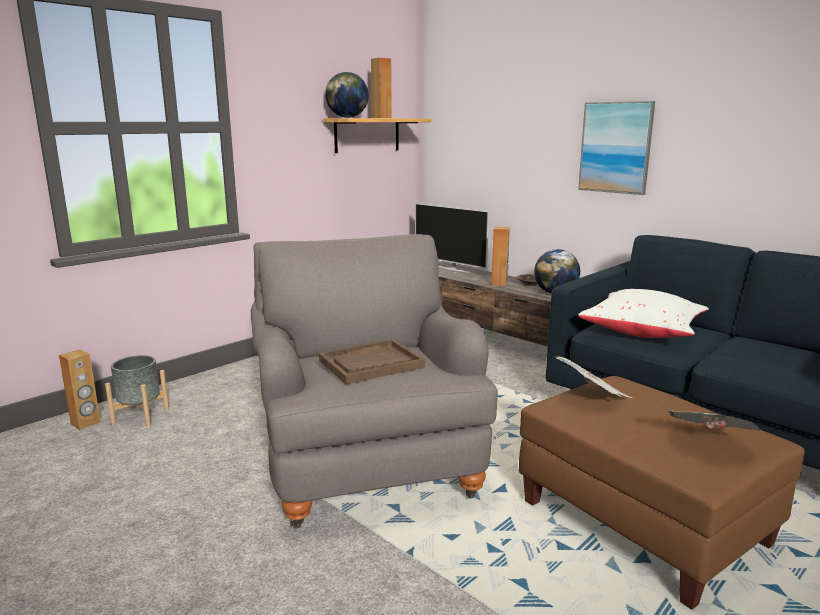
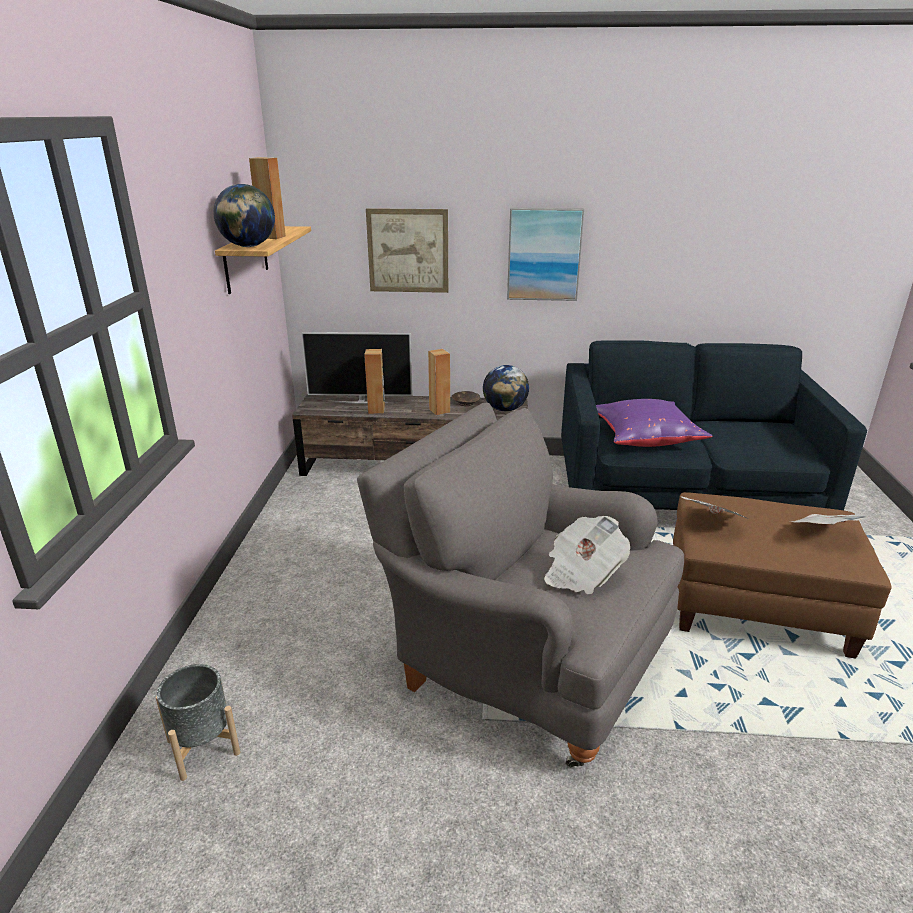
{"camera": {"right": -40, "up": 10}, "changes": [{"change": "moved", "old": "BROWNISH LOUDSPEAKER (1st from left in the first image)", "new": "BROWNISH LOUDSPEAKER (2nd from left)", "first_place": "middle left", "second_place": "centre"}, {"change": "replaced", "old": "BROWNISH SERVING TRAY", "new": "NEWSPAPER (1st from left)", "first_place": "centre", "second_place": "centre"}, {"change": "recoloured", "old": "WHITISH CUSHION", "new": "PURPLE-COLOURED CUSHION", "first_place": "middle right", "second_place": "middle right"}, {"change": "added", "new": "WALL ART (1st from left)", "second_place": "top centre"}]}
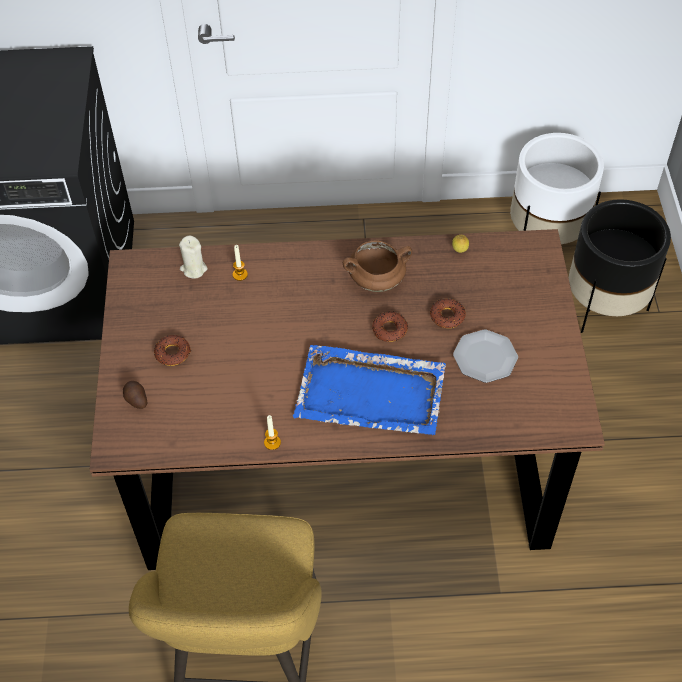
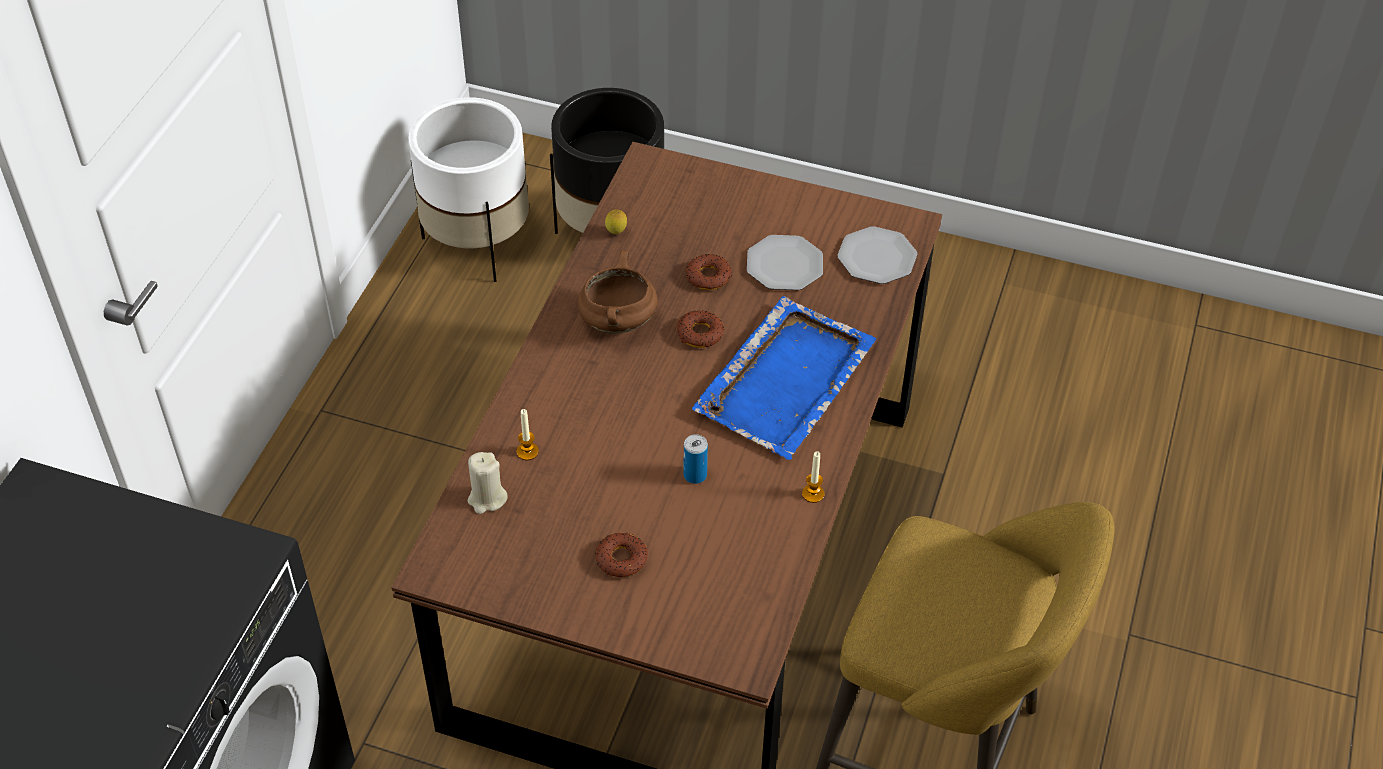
{"camera": {"right": -70, "up": -5}, "changes": [{"change": "removed", "old": "POTATO", "first_place": "middle left"}, {"change": "added", "new": "CAN", "second_place": "centre"}, {"change": "added", "new": "PLATE (2nd from left)", "second_place": "top centre"}]}
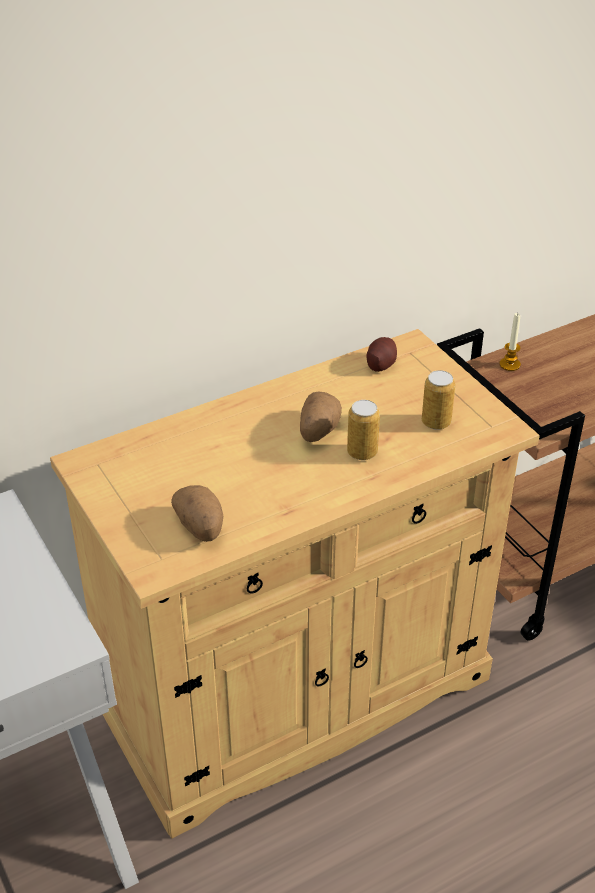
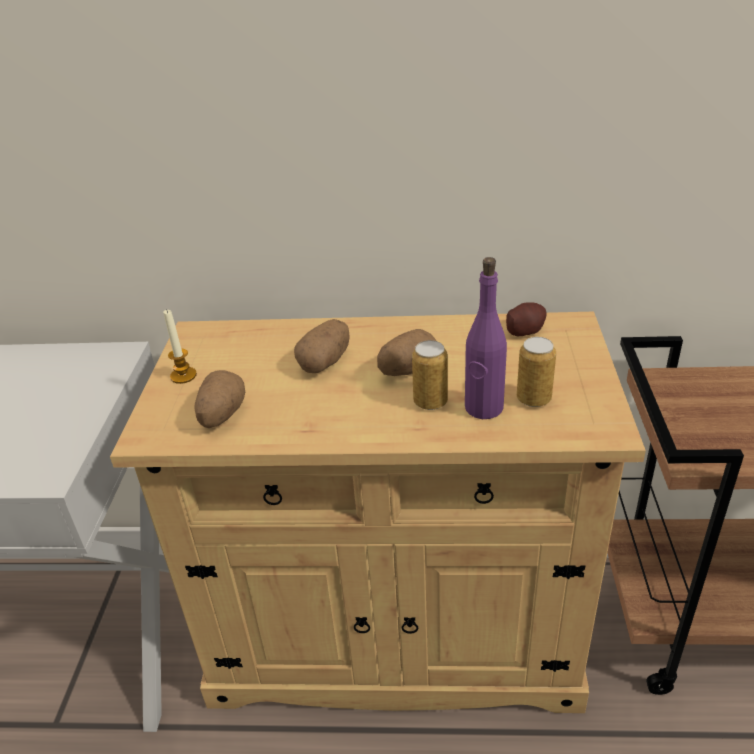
{"camera": {"right": 35, "up": -5}, "changes": [{"change": "moved", "old": "WAX LIGHT", "first_place": "middle right", "second_place": "middle left"}, {"change": "added", "new": "POTATO (2nd from left)", "second_place": "centre"}, {"change": "added", "new": "PURPLE-COLOURED BOTTLE", "second_place": "centre"}]}
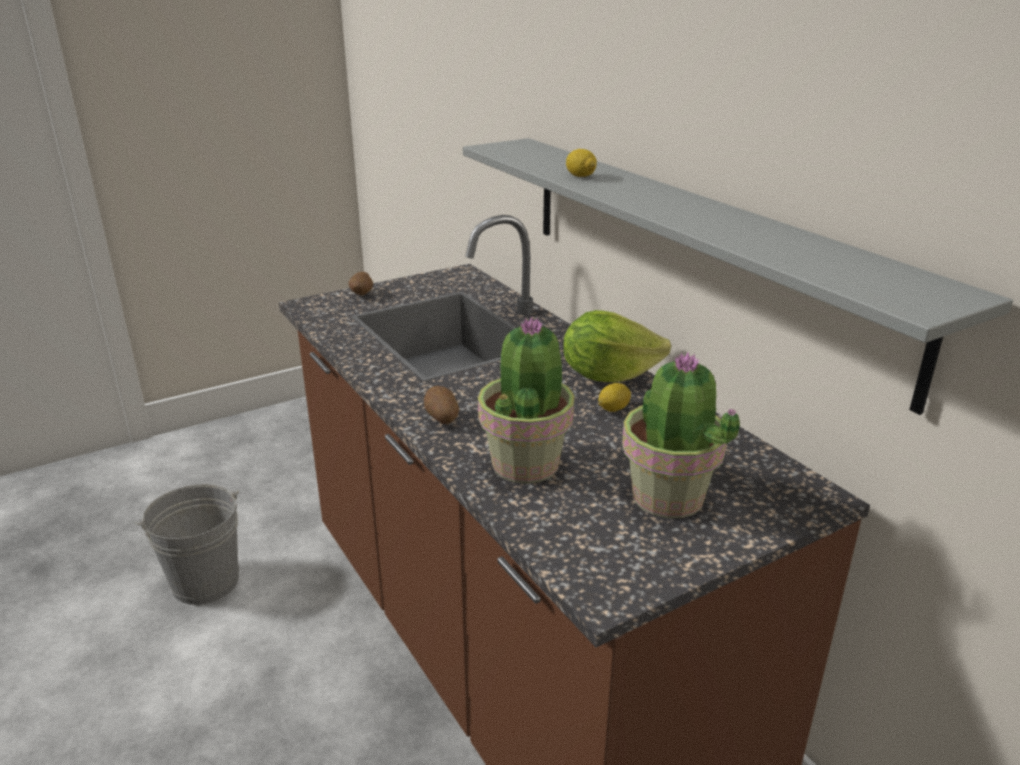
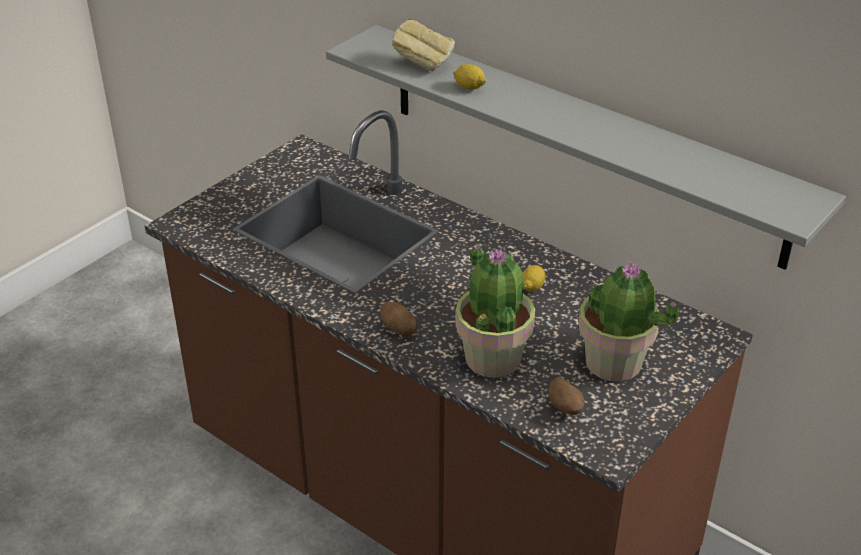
{"camera": {"right": -20, "up": 10}, "changes": [{"change": "removed", "old": "GREYISH PAIL", "first_place": "bottom left"}, {"change": "moved", "old": "POTATO (1st from left in the first image)", "new": "POTATO (2nd from left)", "first_place": "centre", "second_place": "bottom centre"}, {"change": "removed", "old": "LETTUCE HEAD", "first_place": "centre"}, {"change": "added", "new": "BAKERY BREAD", "second_place": "top centre"}]}
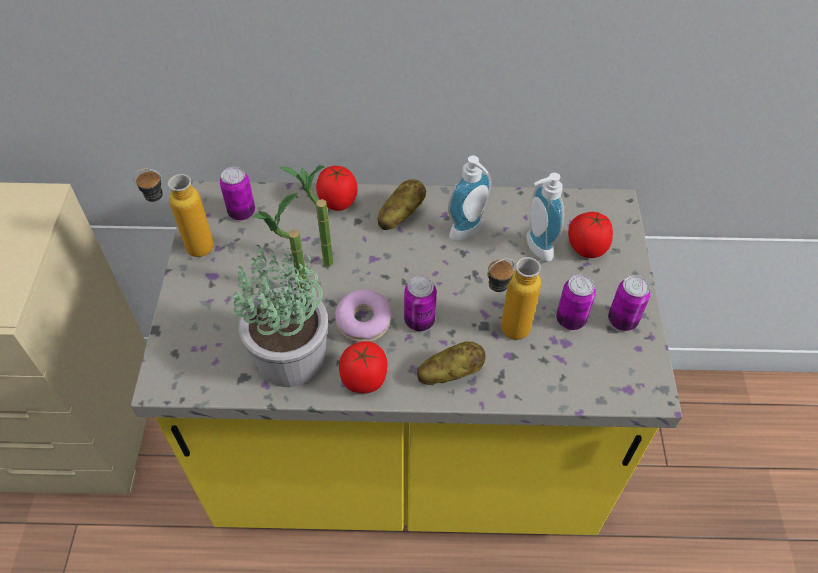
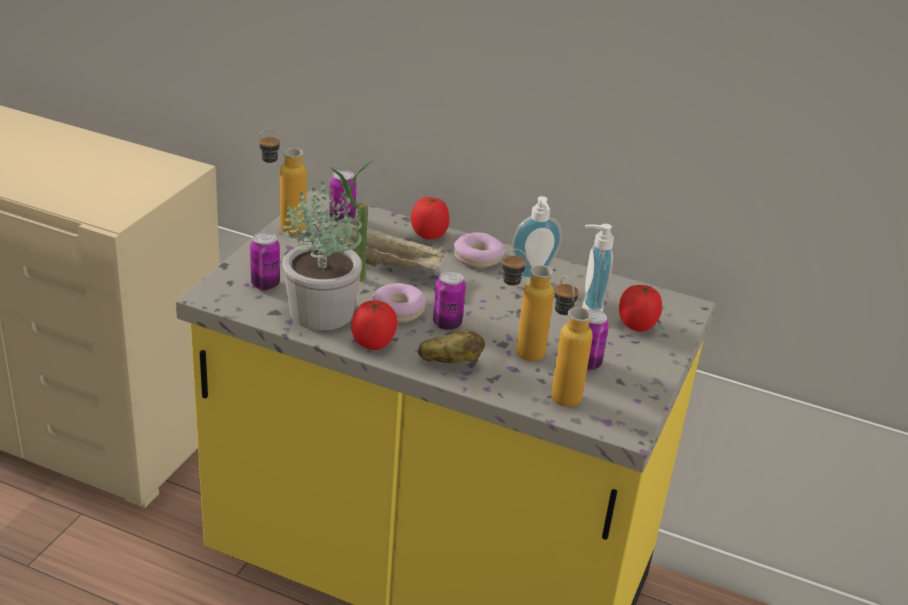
{"camera": {"right": 20, "up": -20}, "changes": [{"change": "replaced", "old": "PLANT IN A POT (3rd from left)", "new": "BEIGE-COLOURED SERVING TRAY", "first_place": "centre", "second_place": "centre"}, {"change": "replaced", "old": "POTATO (1st from left)", "new": "DONUT (2nd from left)", "first_place": "centre", "second_place": "centre"}, {"change": "moved", "old": "CAN (4th from left in the first image)", "new": "CAN (1st from left)", "first_place": "middle right", "second_place": "middle left"}, {"change": "added", "new": "BOTTLE (3rd from left)", "second_place": "centre"}]}
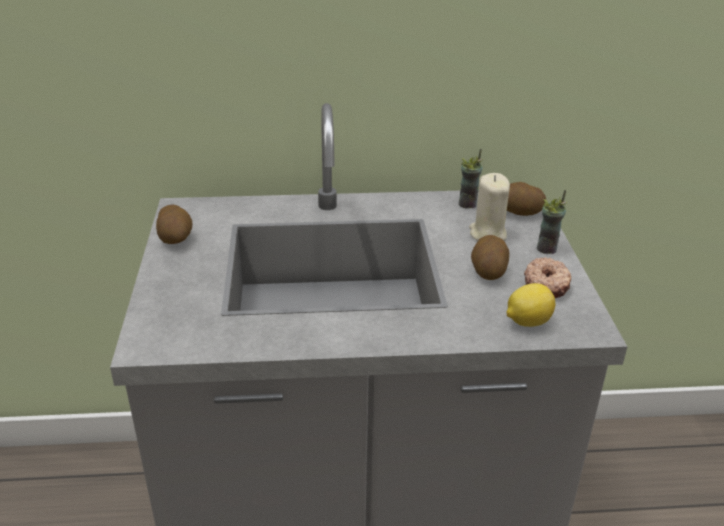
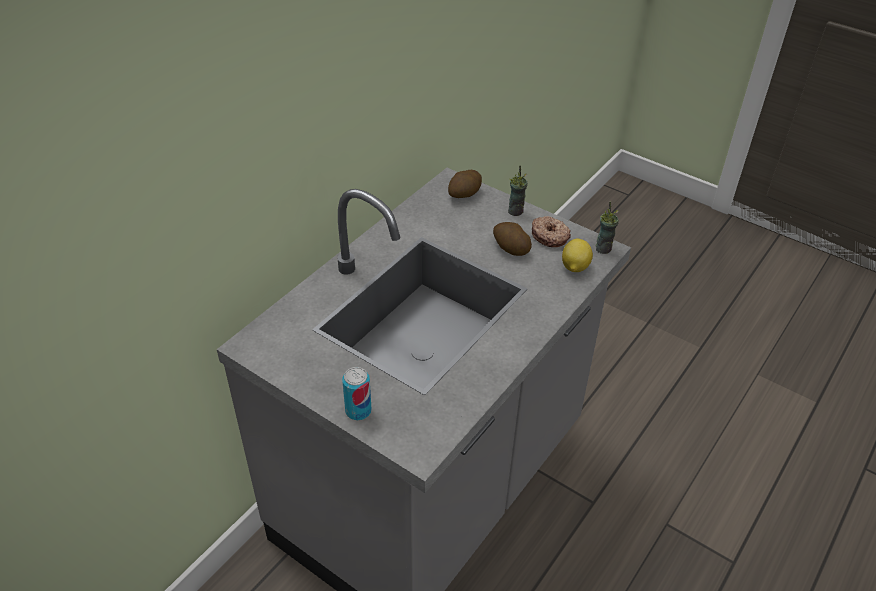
{"camera": {"right": -50, "up": 10}, "changes": [{"change": "removed", "old": "POTATO (1st from left)", "first_place": "middle left"}, {"change": "moved", "old": "CUP (1st from left in the first image)", "new": "CUP (2nd from left)", "first_place": "centre", "second_place": "middle right"}, {"change": "removed", "old": "BEIGE-COLOURED WAX LIGHT", "first_place": "middle right"}, {"change": "added", "new": "CAN", "second_place": "centre"}]}
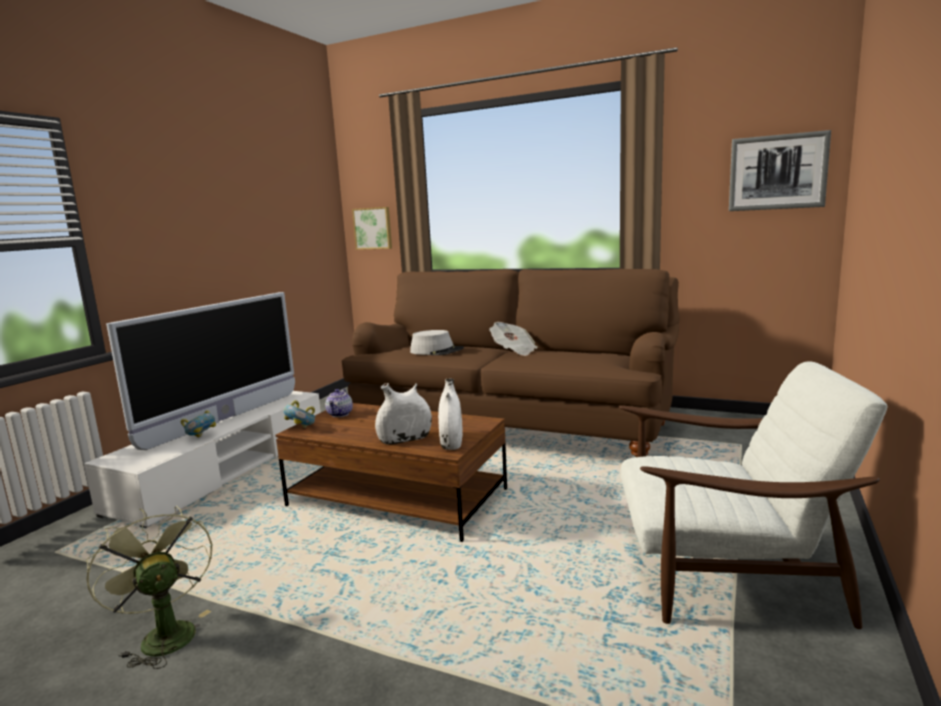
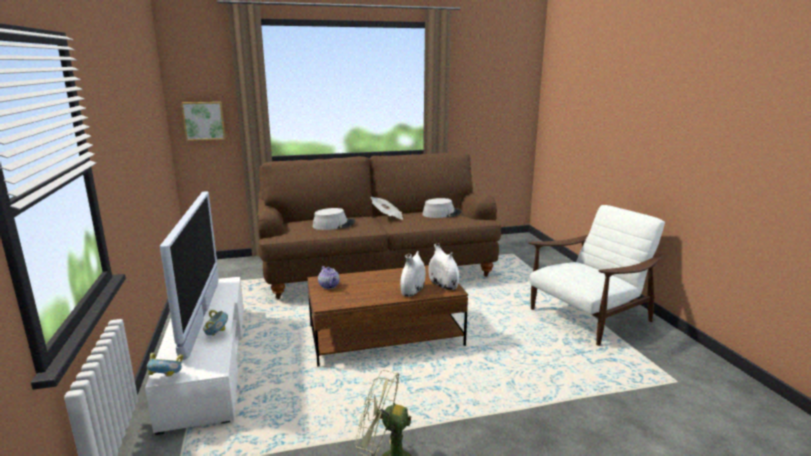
{"camera": {"right": -40, "up": 5}, "changes": [{"change": "moved", "old": "BOWL (2nd from left in the first image)", "new": "BOWL (1st from left)", "first_place": "middle left", "second_place": "bottom left"}, {"change": "removed", "old": "WALL ART (2nd from left)", "first_place": "top right"}, {"change": "added", "new": "GREYISH CLOTHING HAT (2nd from left)", "second_place": "centre"}]}
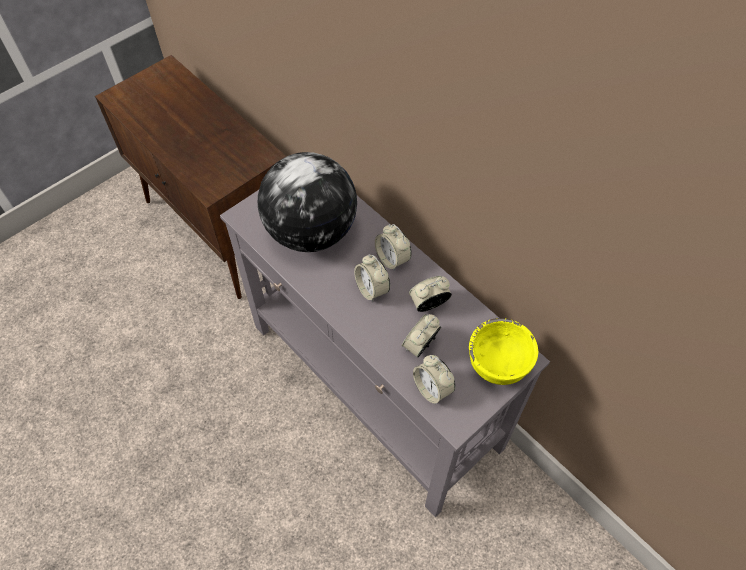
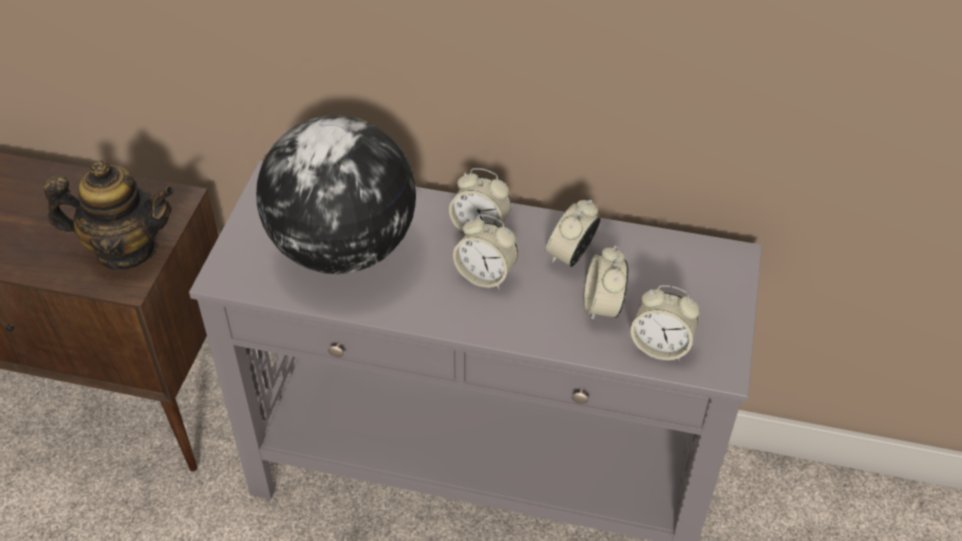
{"camera": {"right": -35, "up": -10}, "changes": [{"change": "removed", "old": "YELLOW BOWL", "first_place": "middle right"}, {"change": "added", "new": "TEA POT", "second_place": "middle left"}]}
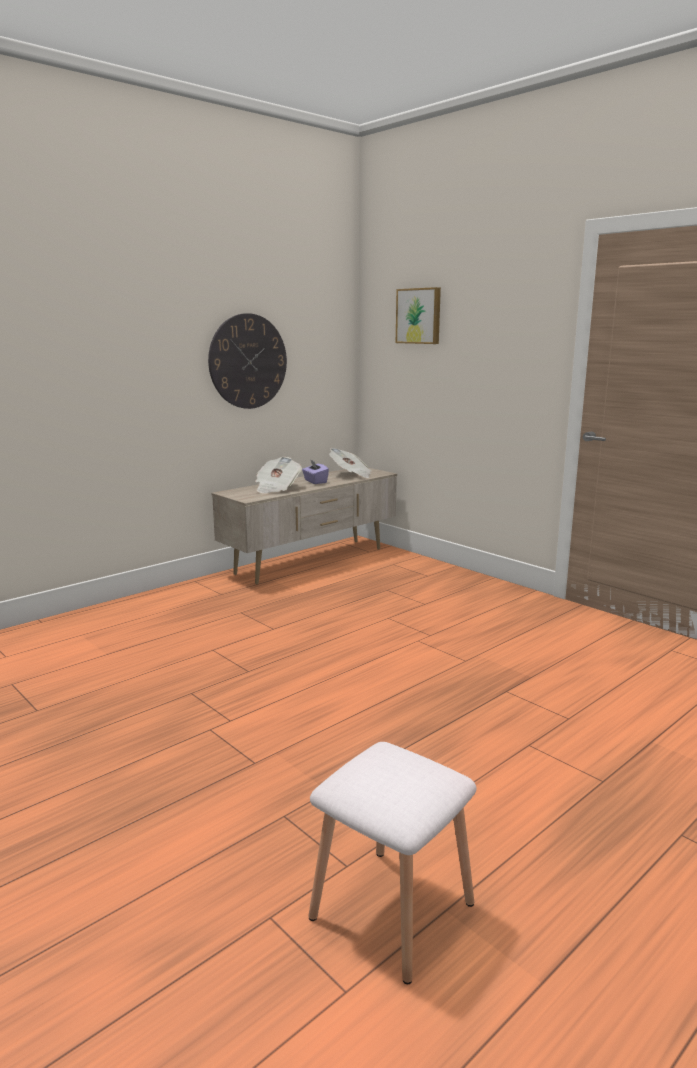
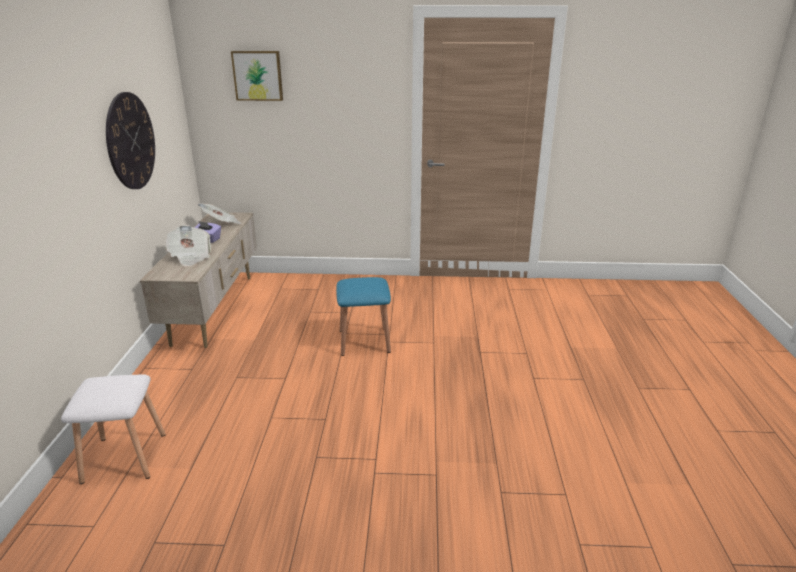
{"camera": {"right": -45, "up": 10}, "changes": [{"change": "moved", "old": "WHITISH STOOL", "first_place": "bottom centre", "second_place": "bottom left"}, {"change": "added", "new": "BLUE-COLOURED STOOL", "second_place": "centre"}]}
